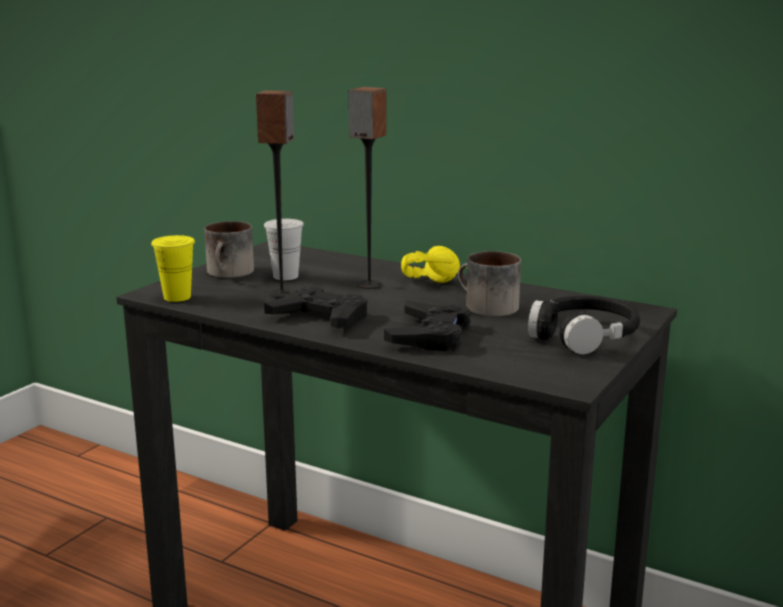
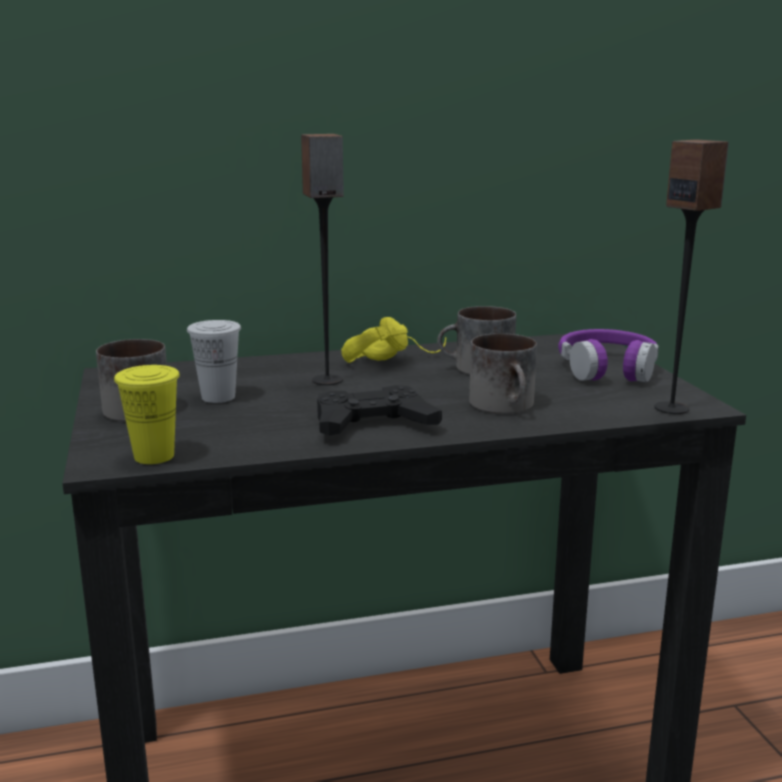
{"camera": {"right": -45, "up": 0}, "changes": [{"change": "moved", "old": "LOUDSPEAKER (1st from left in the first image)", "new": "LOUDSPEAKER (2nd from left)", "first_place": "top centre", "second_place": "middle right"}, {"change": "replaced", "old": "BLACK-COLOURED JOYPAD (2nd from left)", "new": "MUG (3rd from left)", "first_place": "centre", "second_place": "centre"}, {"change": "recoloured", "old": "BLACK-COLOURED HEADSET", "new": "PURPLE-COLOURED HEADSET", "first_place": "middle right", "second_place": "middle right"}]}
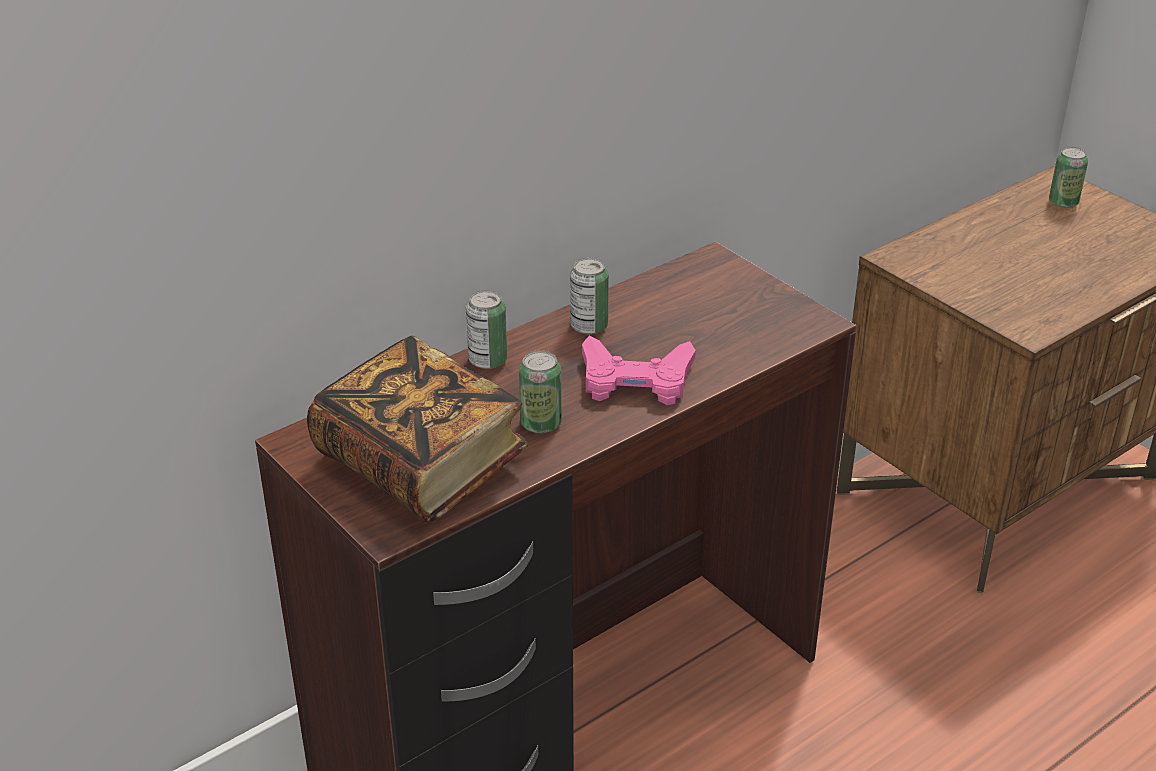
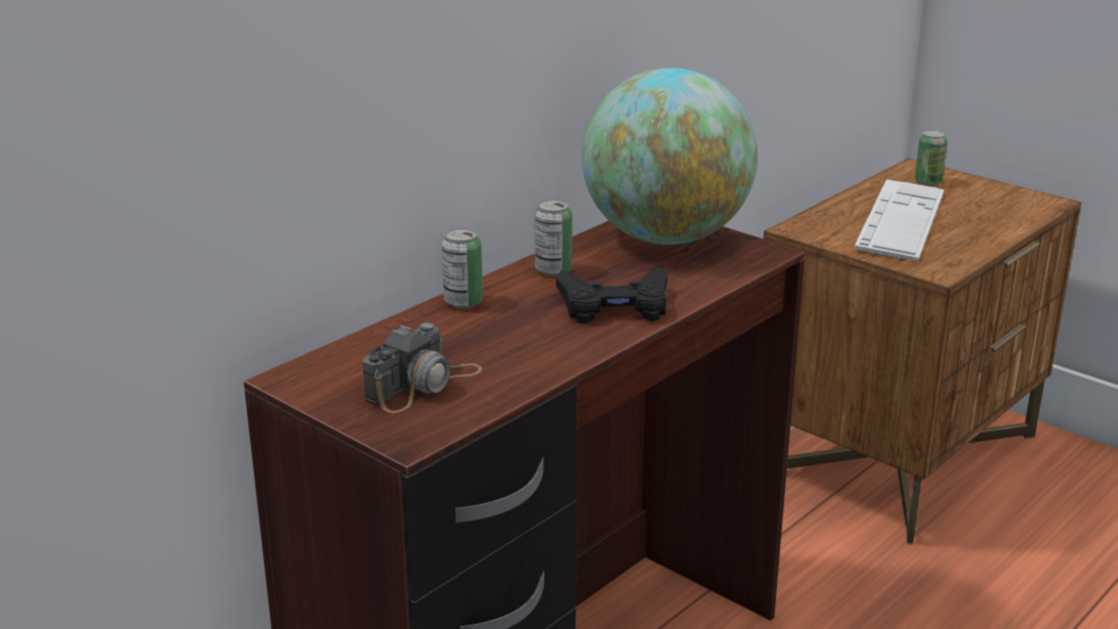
{"camera": {"right": -10, "up": -10}, "changes": [{"change": "replaced", "old": "BOOK", "new": "PHOTO CAMERA", "first_place": "centre", "second_place": "centre"}, {"change": "removed", "old": "CAN (2nd from left)", "first_place": "centre"}, {"change": "recoloured", "old": "PINKISH JOYPAD", "new": "BLACK-COLOURED JOYPAD", "first_place": "centre", "second_place": "centre"}, {"change": "added", "new": "GLOBE", "second_place": "top centre"}, {"change": "added", "new": "COMPUTER KEYBOARD", "second_place": "middle right"}]}
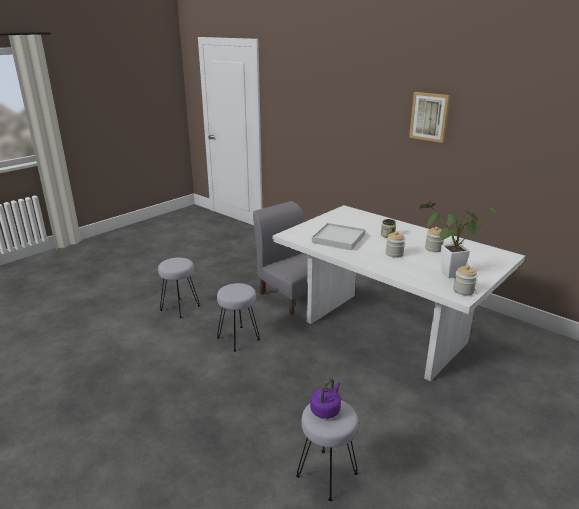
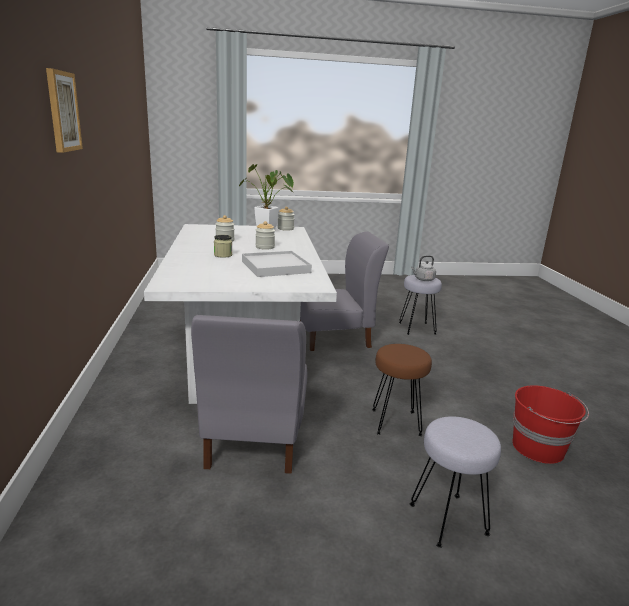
{"camera": {"right": -140, "up": -5}, "changes": [{"change": "recoloured", "old": "GREYISH STOOL (2nd from left)", "new": "BROWNISH STOOL", "first_place": "centre", "second_place": "centre"}, {"change": "recoloured", "old": "PURPLE-COLOURED TEA KETTLE", "new": "GREYISH TEA KETTLE", "first_place": "bottom centre", "second_place": "middle right"}, {"change": "added", "new": "GREYISH UPRIGHT CHAIR (2nd from left)", "second_place": "centre"}, {"change": "added", "new": "RED-COLOURED PAIL", "second_place": "bottom right"}]}
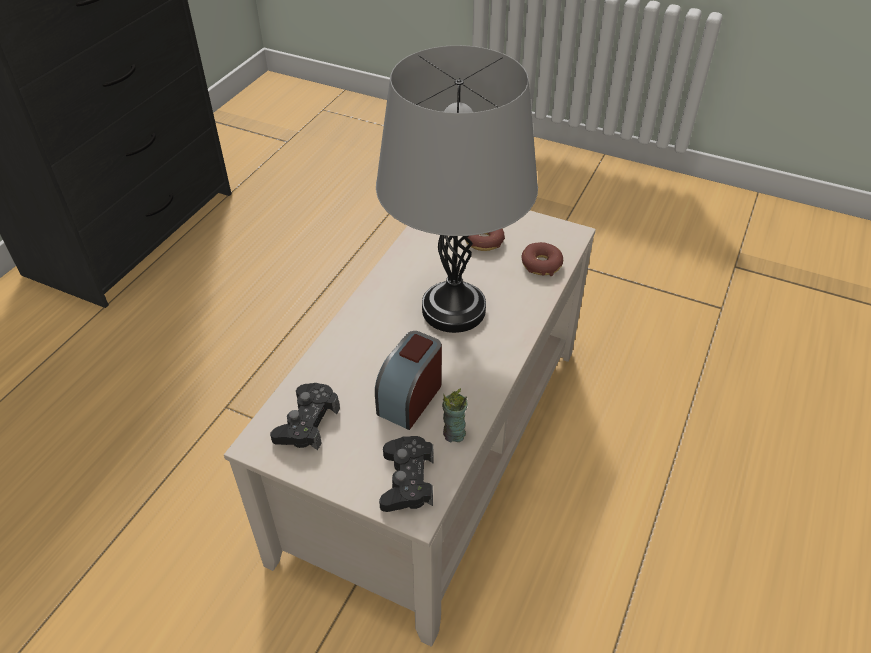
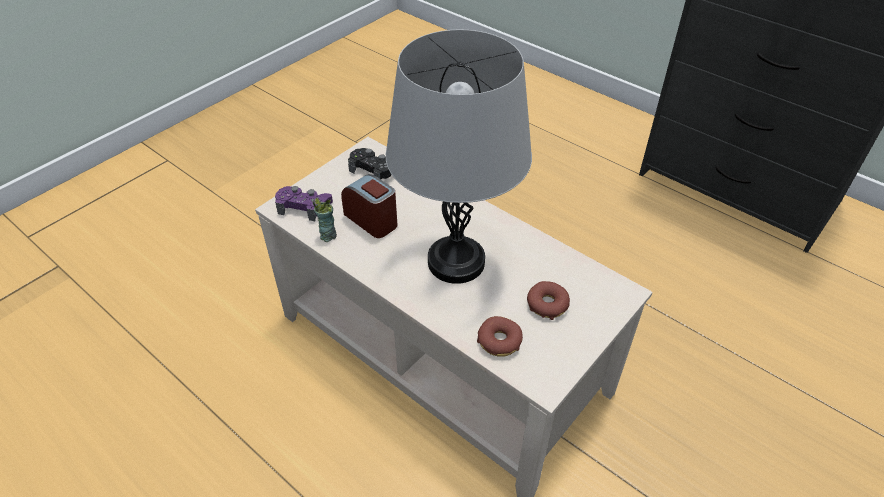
{"camera": {"right": 105, "up": 0}, "changes": [{"change": "recoloured", "old": "BLACK-COLOURED JOYPAD (2nd from left)", "new": "PURPLE-COLOURED JOYPAD", "first_place": "bottom centre", "second_place": "centre"}]}
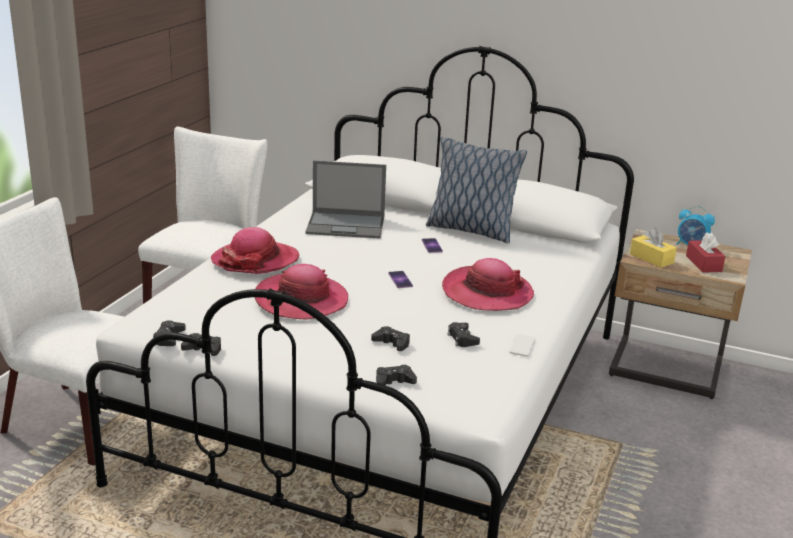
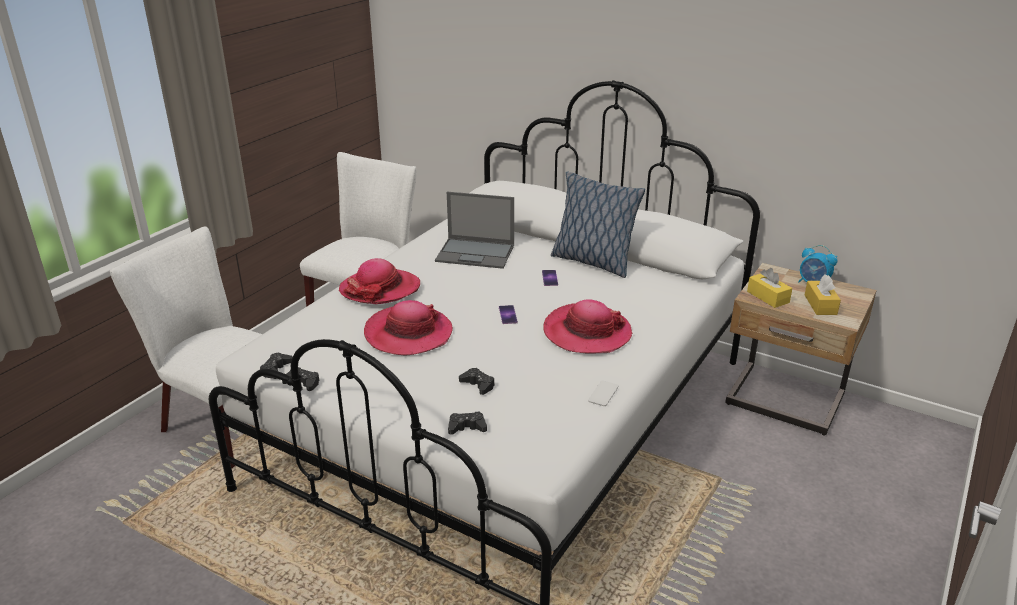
{"camera": {"right": 10, "up": 5}, "changes": [{"change": "removed", "old": "BLACK-COLOURED JOYPAD (5th from left)", "first_place": "centre"}, {"change": "recoloured", "old": "RED-COLOURED TISSUE HOLDER", "new": "YELLOW TISSUE HOLDER (2nd from left)", "first_place": "middle right", "second_place": "middle right"}]}
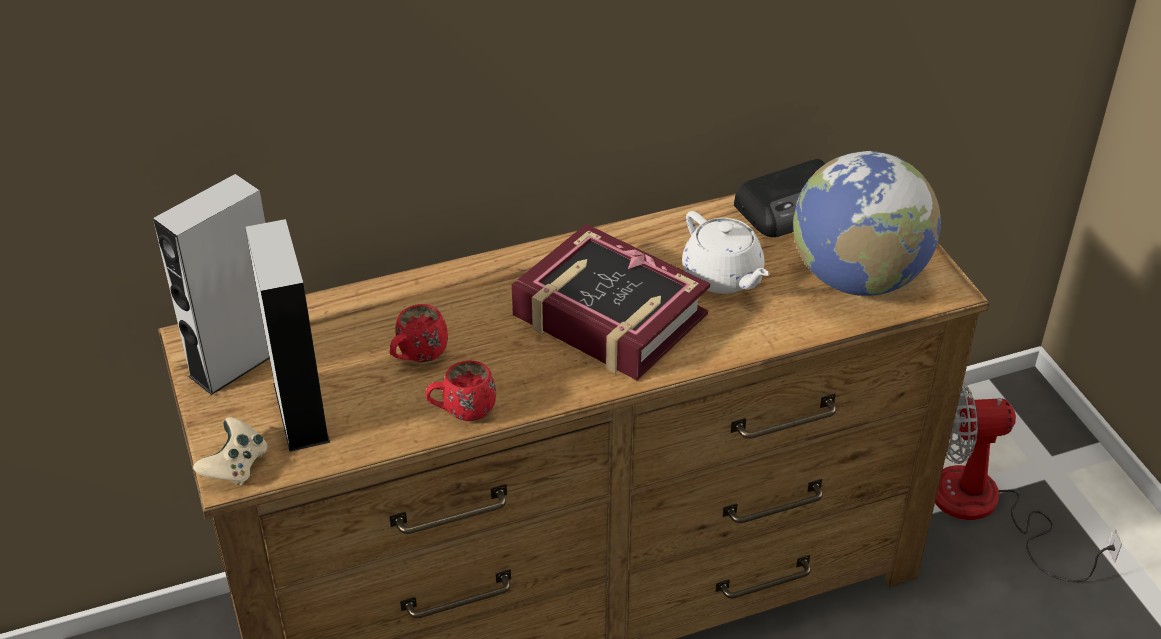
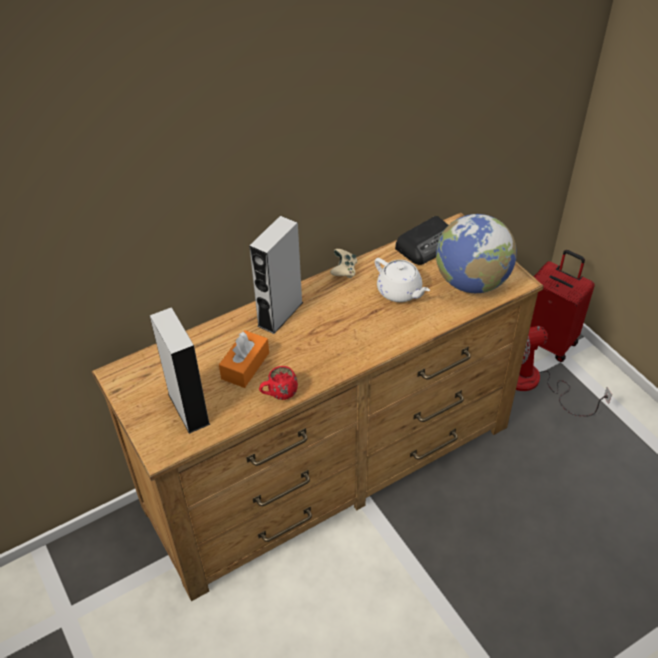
{"camera": {"right": -10, "up": 5}, "changes": [{"change": "moved", "old": "GREYISH LOUDSPEAKER (1st from left in the first image)", "new": "GREYISH LOUDSPEAKER (2nd from left)", "first_place": "middle left", "second_place": "centre"}, {"change": "moved", "old": "BEIGE-COLOURED JOYPAD", "first_place": "bottom left", "second_place": "centre"}, {"change": "replaced", "old": "RED-COLOURED MUG (1st from left)", "new": "ORANGE TISSUE HOLDER", "first_place": "centre", "second_place": "centre"}, {"change": "removed", "old": "BOOK", "first_place": "centre"}, {"change": "added", "new": "RED-COLOURED PIECE OF LUGGAGE", "second_place": "middle right"}]}
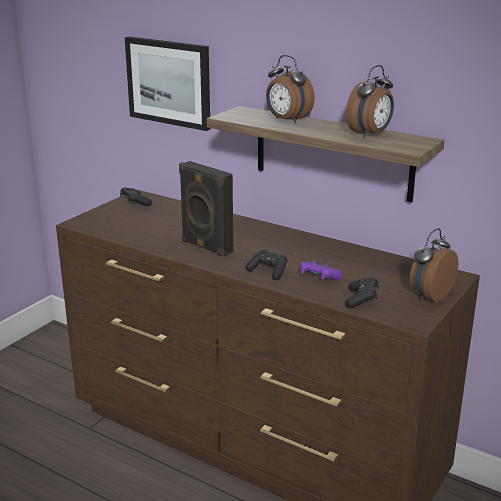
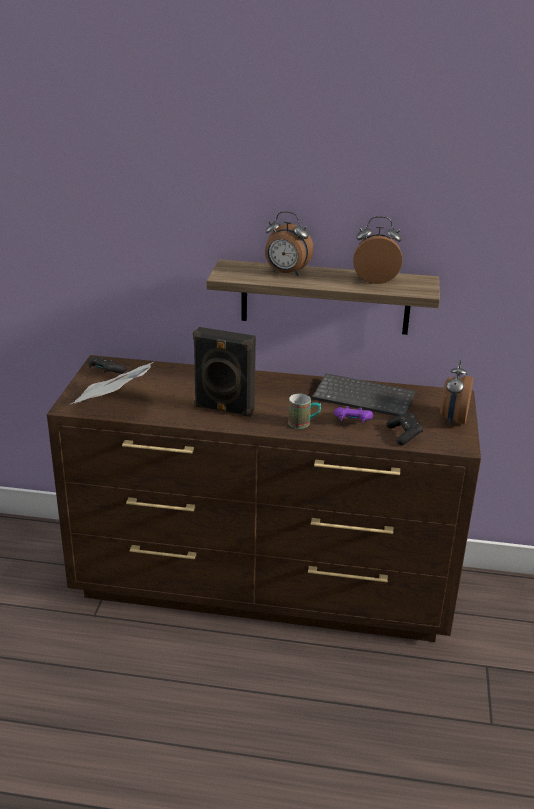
{"camera": {"right": -25, "up": 5}, "changes": [{"change": "removed", "old": "WALL ART", "first_place": "top centre"}, {"change": "replaced", "old": "BLACK-COLOURED JOYPAD (2nd from left)", "new": "MUG", "first_place": "centre", "second_place": "centre"}, {"change": "turned", "old": "ALARM CLOCK (2nd from left)", "first_place": "top right", "second_place": "top right", "degrees": -105}, {"change": "added", "new": "NEWSPAPER", "second_place": "middle left"}, {"change": "added", "new": "COMPUTER KEYBOARD", "second_place": "middle right"}]}
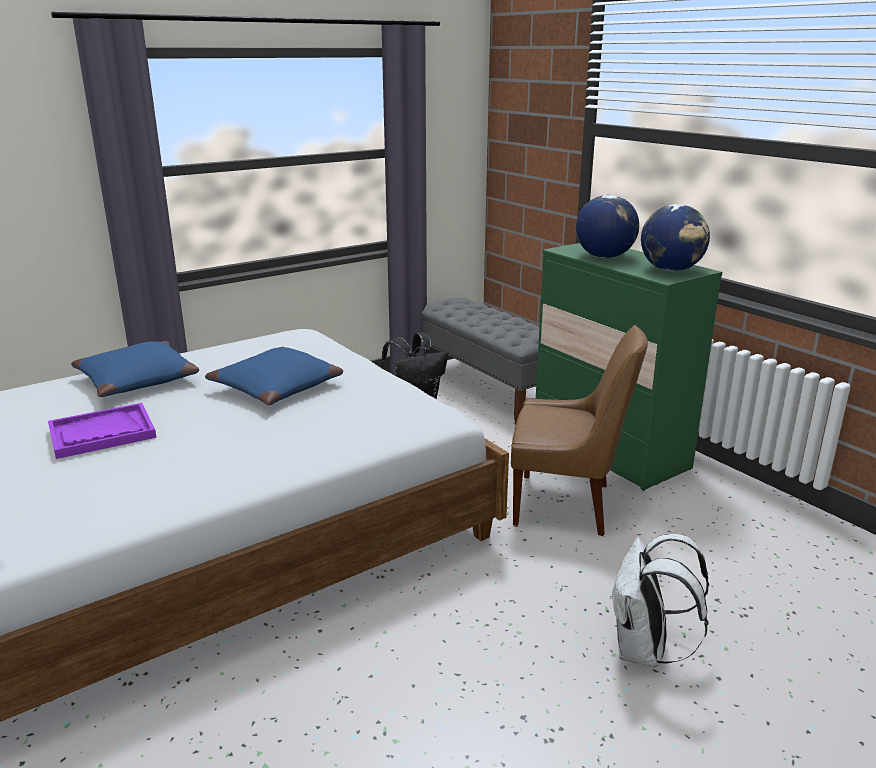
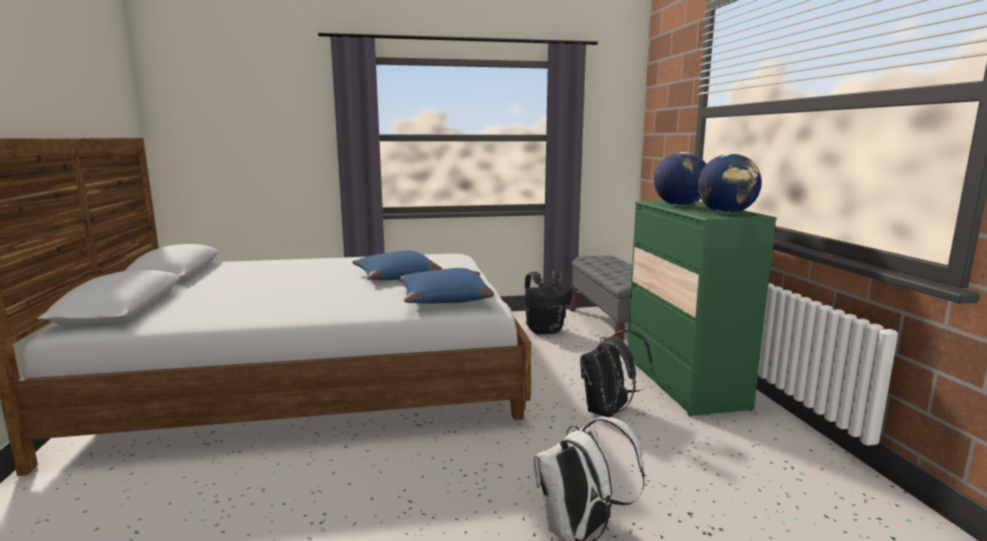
{"camera": {"right": 25, "up": -10}, "changes": [{"change": "removed", "old": "PURPLE-COLOURED SERVING TRAY", "first_place": "middle left"}, {"change": "moved", "old": "BLUE-COLOURED CUSHION (1st from left in the first image)", "new": "BLUE-COLOURED CUSHION (2nd from left)", "first_place": "middle left", "second_place": "centre"}, {"change": "replaced", "old": "BROWNISH UPRIGHT CHAIR", "new": "BLACK-COLOURED RUCKSACK (2nd from left)", "first_place": "centre", "second_place": "bottom centre"}]}
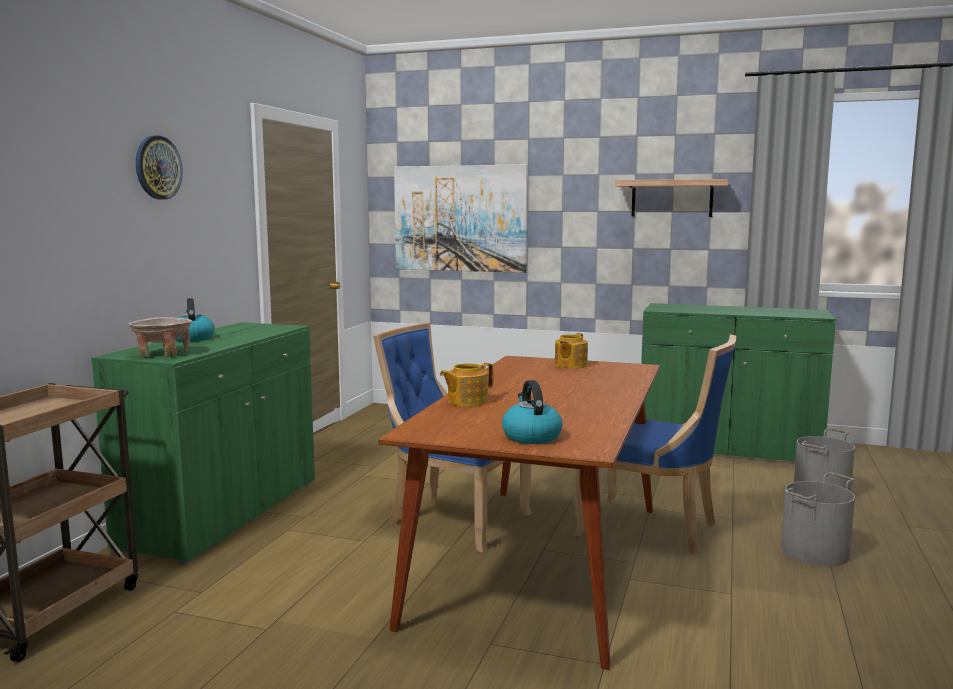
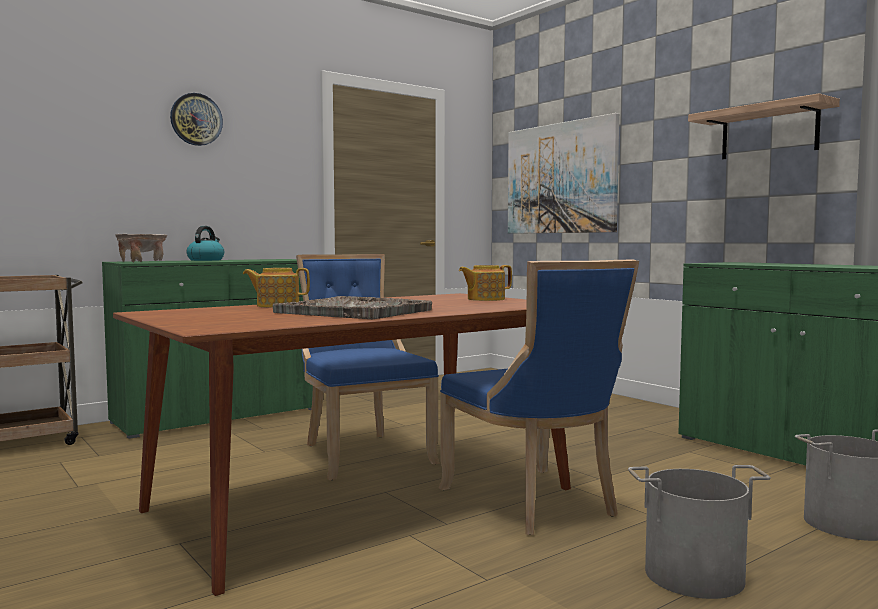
{"camera": {"right": 35, "up": -5}, "changes": [{"change": "removed", "old": "TEA KETTLE (2nd from left)", "first_place": "centre"}, {"change": "added", "new": "GREYISH SERVING TRAY", "second_place": "centre"}]}
